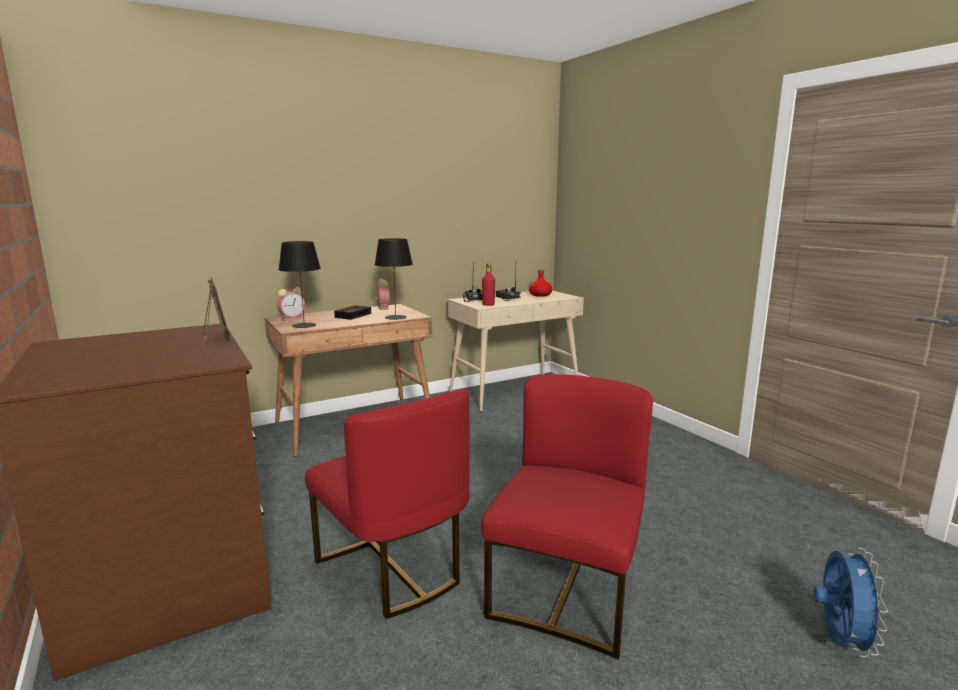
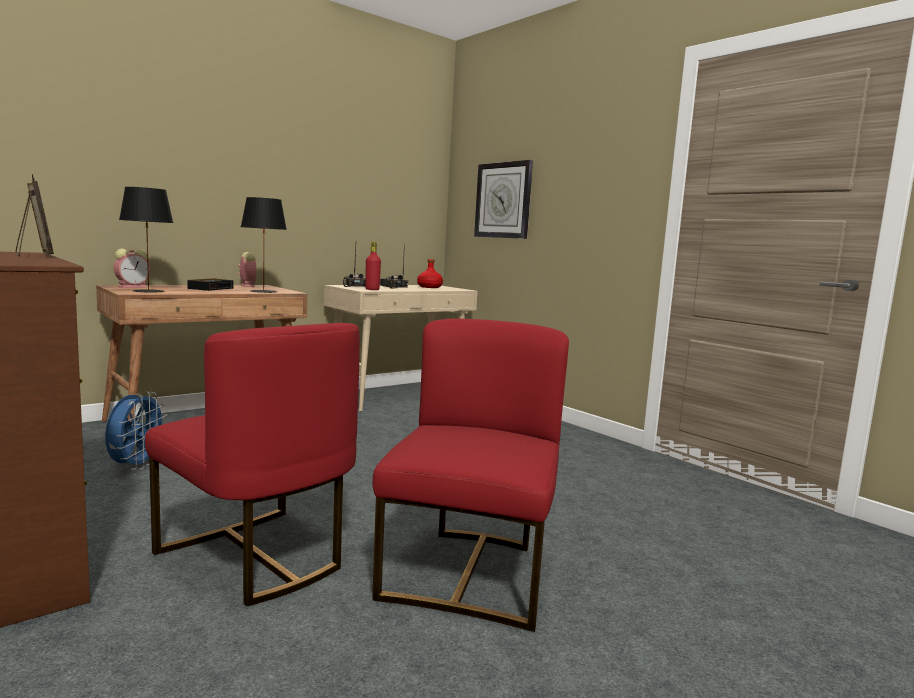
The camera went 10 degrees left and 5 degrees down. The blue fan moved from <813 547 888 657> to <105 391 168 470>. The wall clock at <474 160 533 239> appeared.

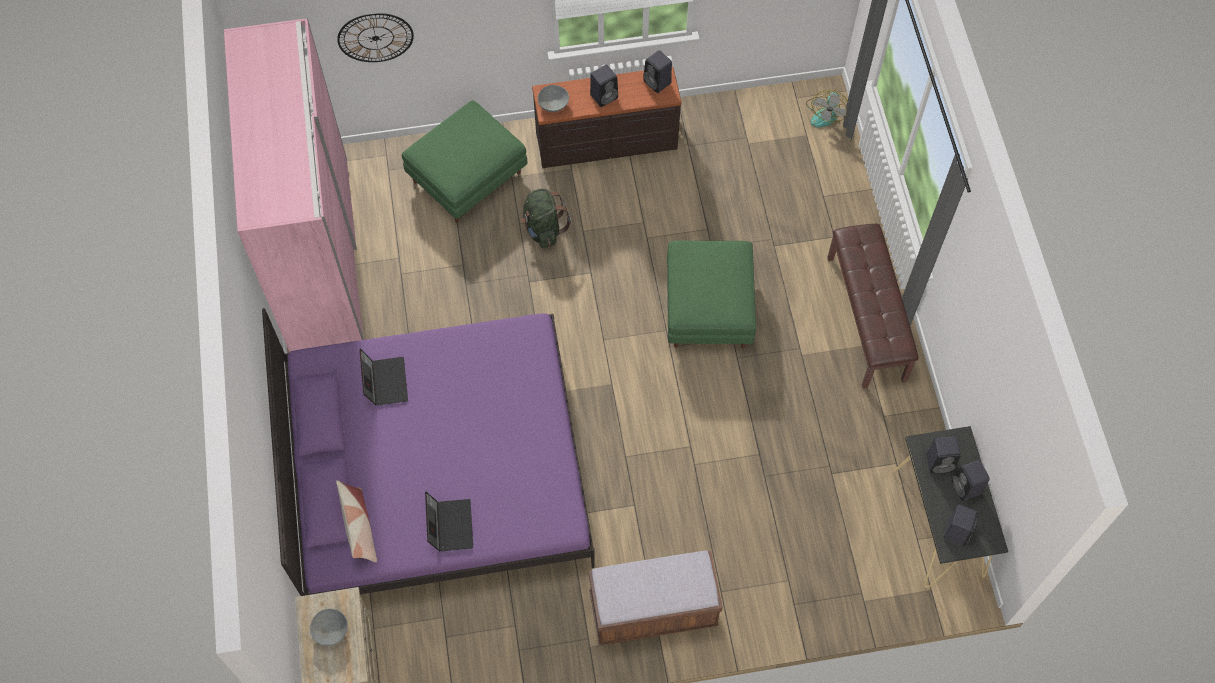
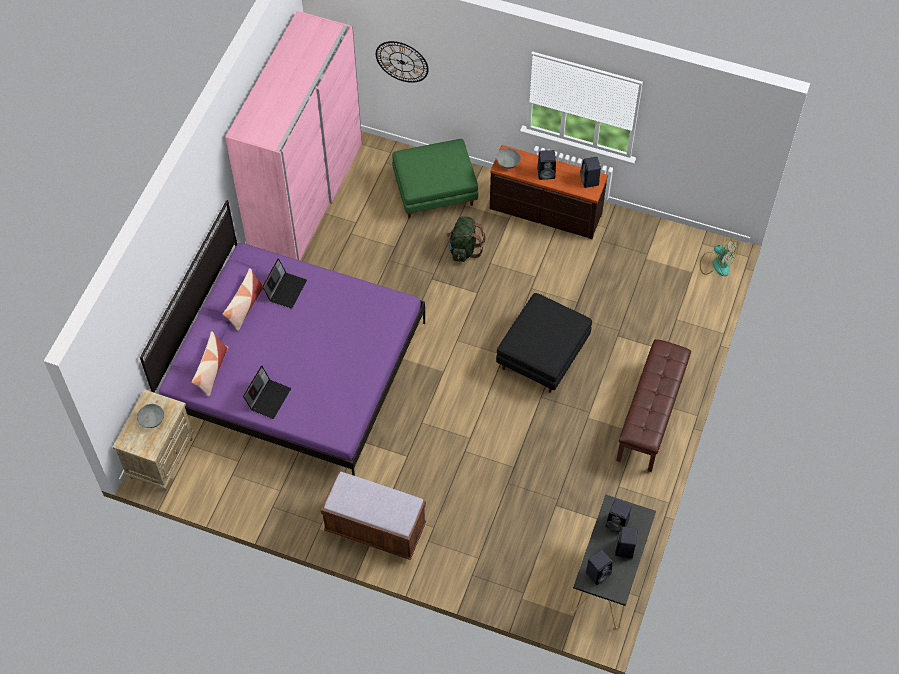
The camera went 30 degrees right and 5 degrees down. The fan at <806 90 848 127> turned 105 degrees counterclockwise. The green ottoman at <667 240 756 348> became the black ottoman at <496 293 592 393>. The pillow at <223 268 264 331> appeared.

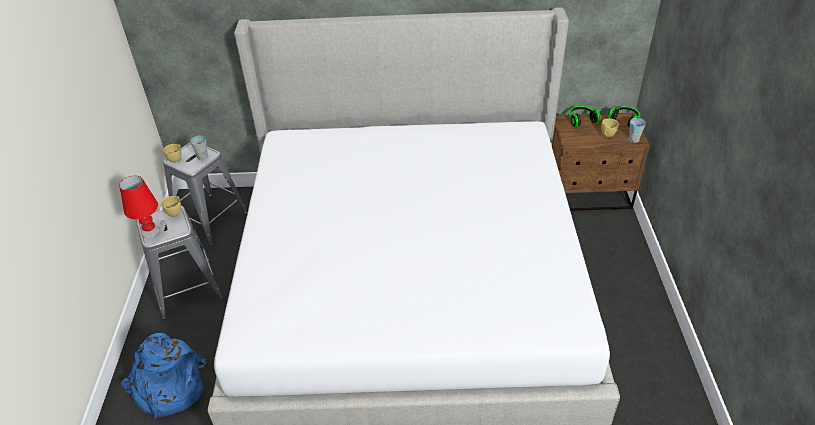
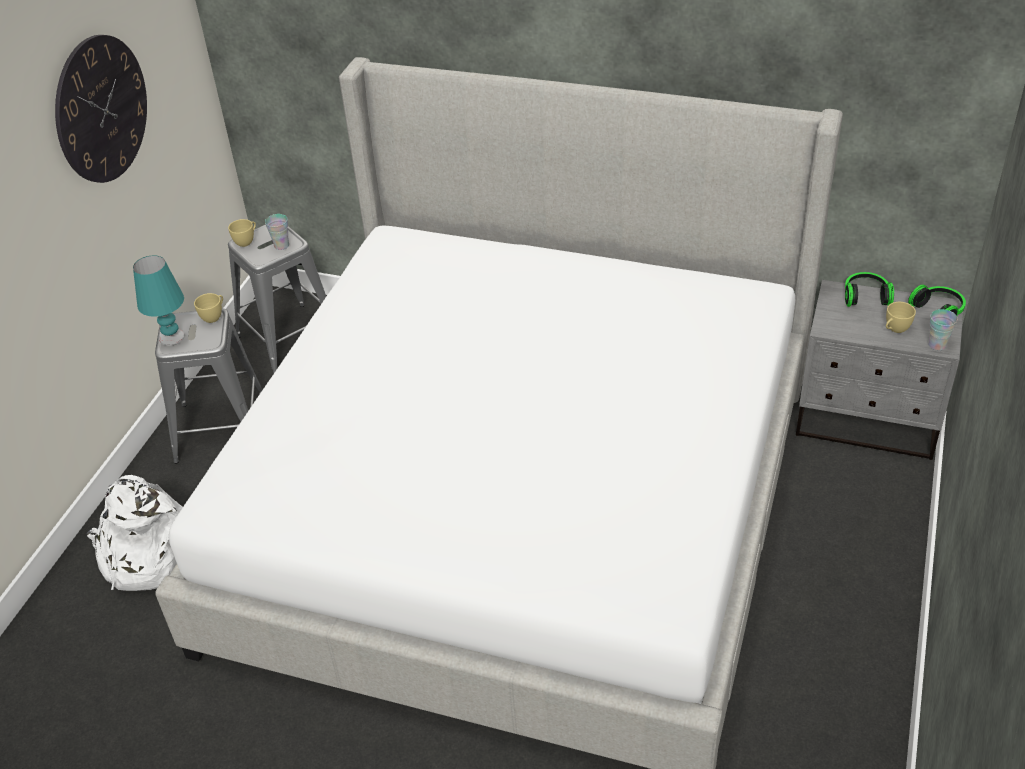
The camera went 20 degrees right and 0 degrees up. The brown nightstand at <552 113 650 211> became the grey nightstand at <796 280 963 460>. The red table lamp at <119 176 160 238> became the turquoise table lamp at <133 255 185 346>. The blue backpack at <120 333 207 418> became the white backpack at <86 475 183 591>. The wall clock at <55 35 147 183> appeared.

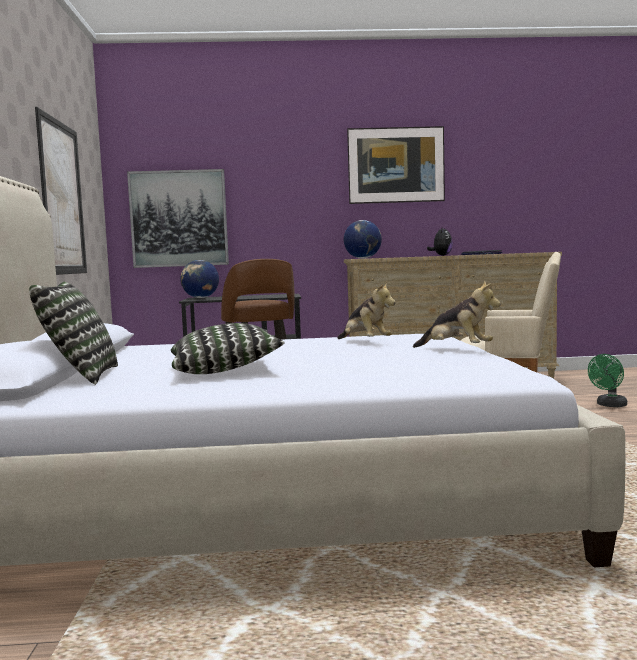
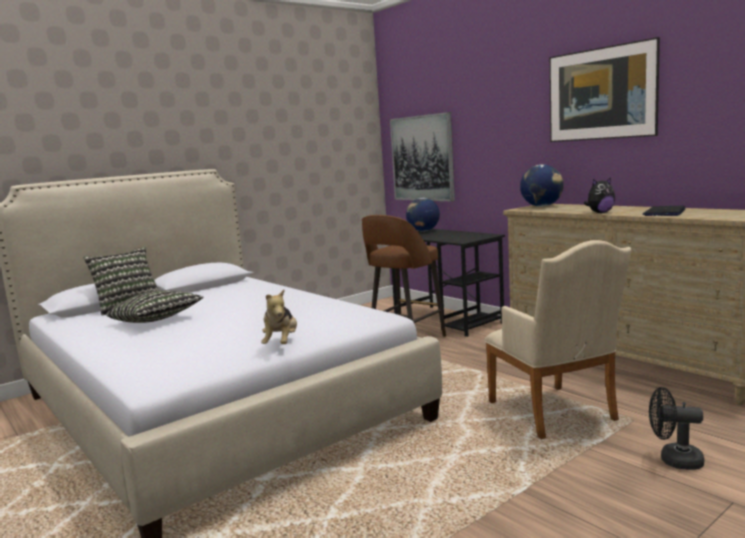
The camera went 55 degrees right and 5 degrees up. The picture at <35 107 87 275> disappeared. The plush toy at <337 282 396 339> disappeared. The green fan at <588 354 627 407> became the black fan at <649 387 704 470>.

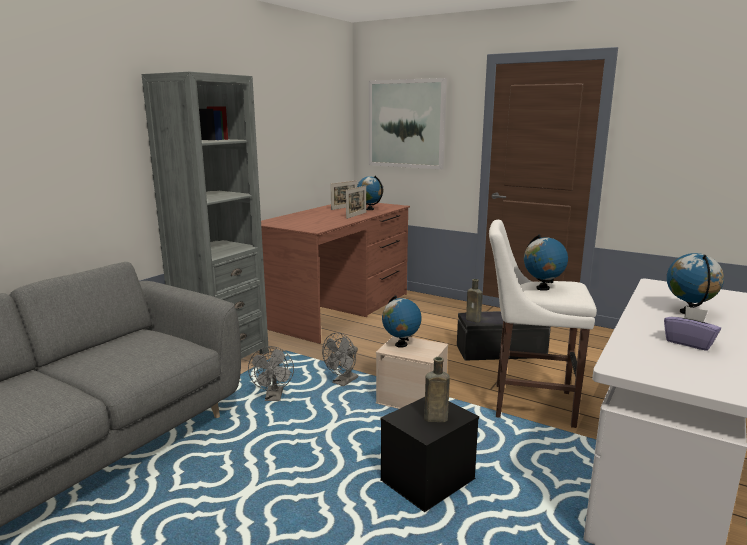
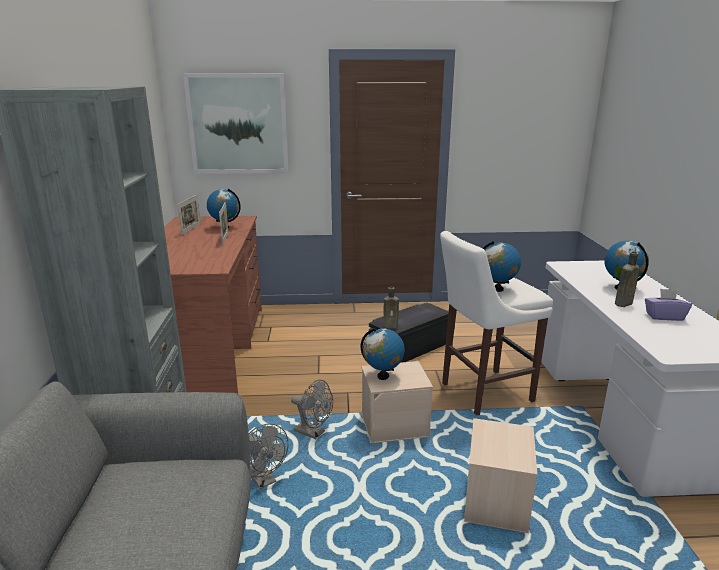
The camera went 35 degrees left and 5 degrees up. The grey fan at <322 333 358 387> turned 60 degrees counterclockwise. The brown bottle moved from <424 357 450 422> to <615 251 640 307>. The black storage box at <380 397 479 512> became the beige storage box at <464 418 537 533>.

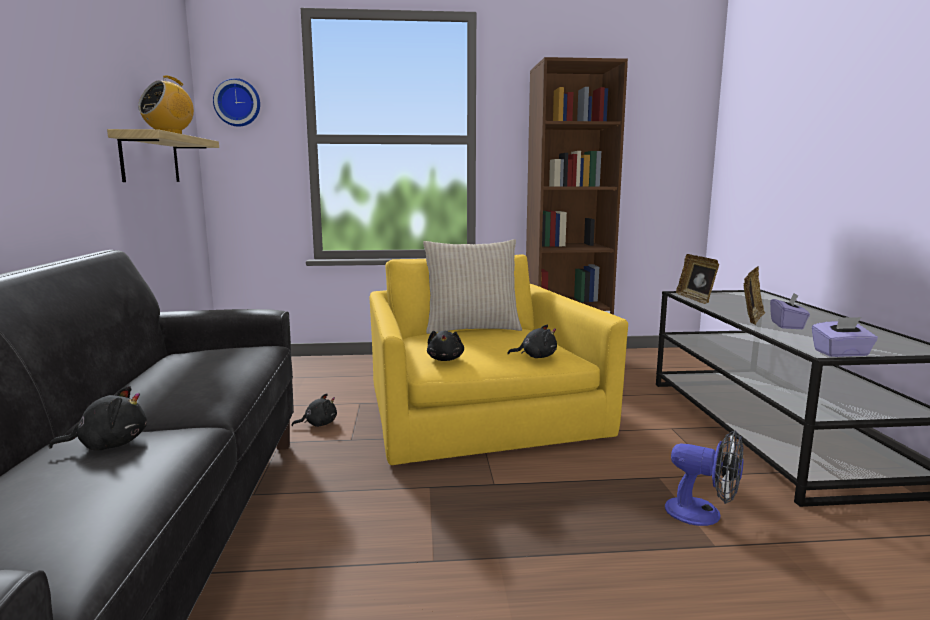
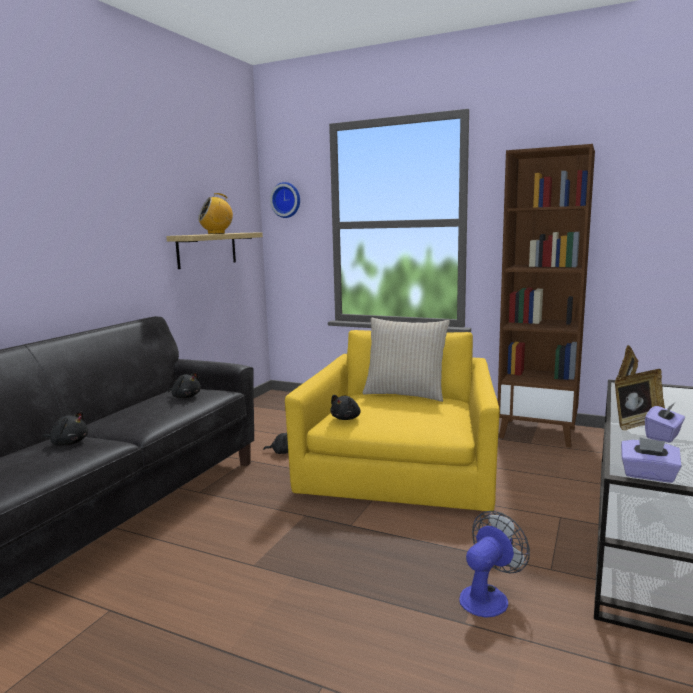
The camera went 30 degrees right and 0 degrees up. The black plush toy moved from <508 324 557 358> to <168 372 201 398>. The fan at <665 431 744 526> turned 105 degrees counterclockwise.

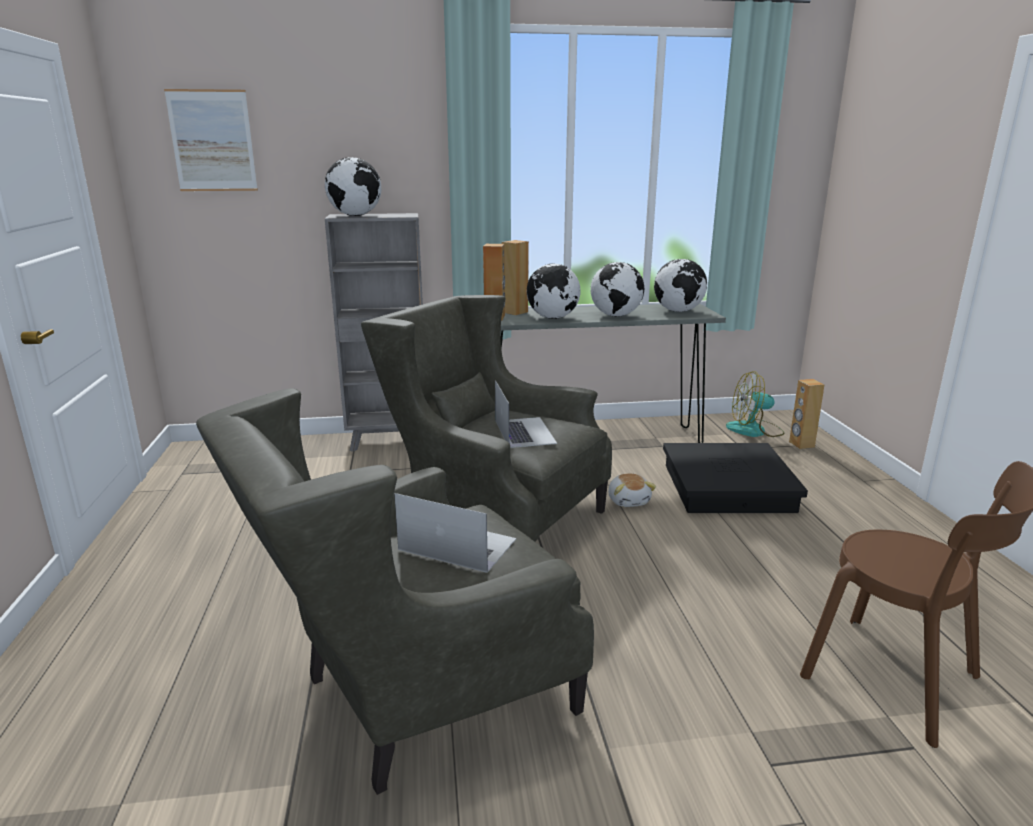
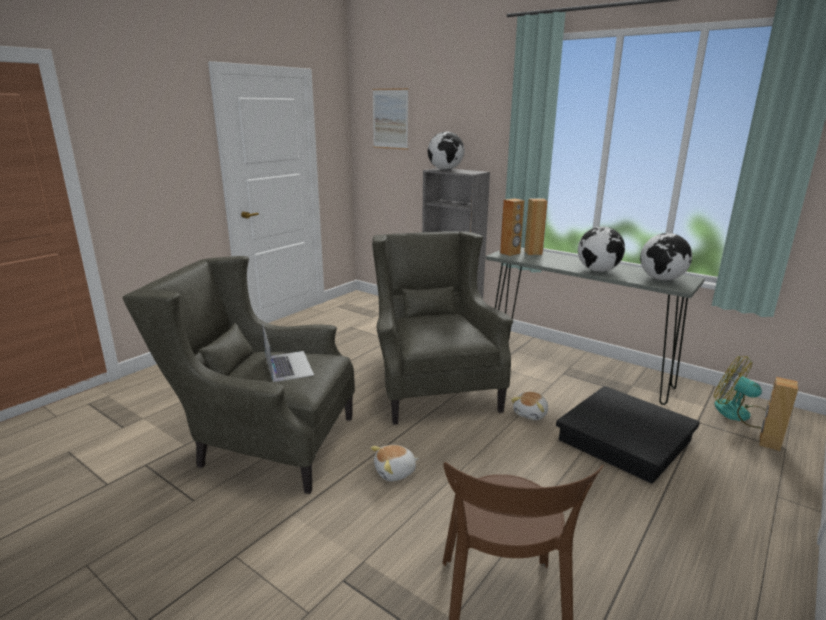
The camera went 45 degrees right and 0 degrees up. The globe at <527 264 581 319> disappeared. The laptop at <495 380 557 448> disappeared. The plush toy at <371 445 419 481> appeared.

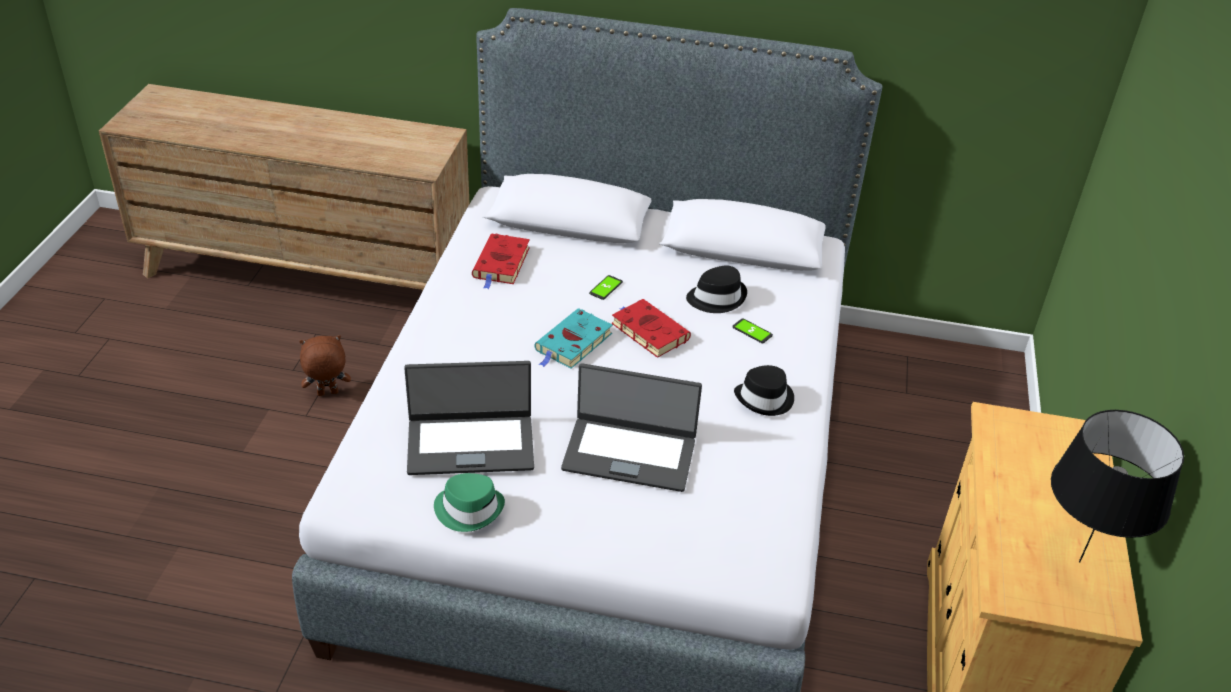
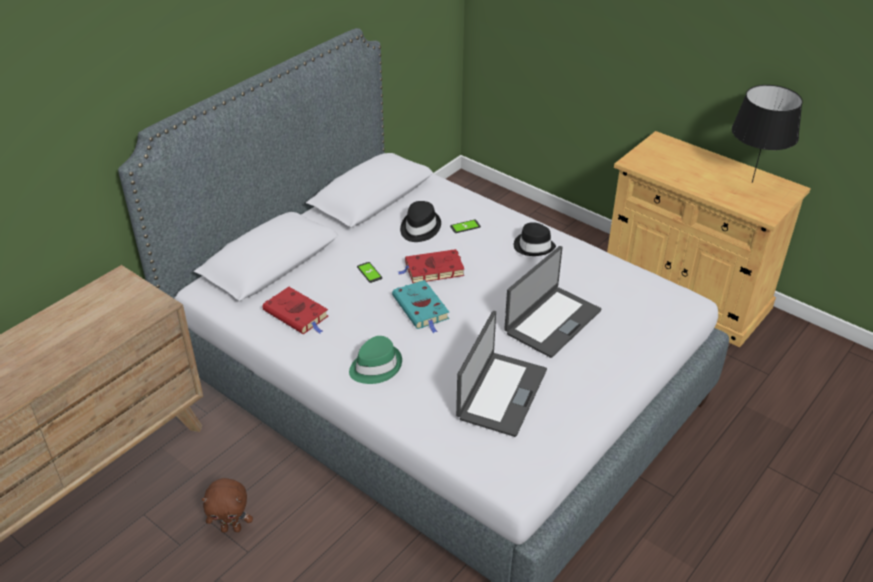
The camera went 60 degrees left and 0 degrees up. The brown plush toy at <299 335 351 396> turned 105 degrees counterclockwise. The green hat moved from <434 473 505 532> to <349 336 402 384>.

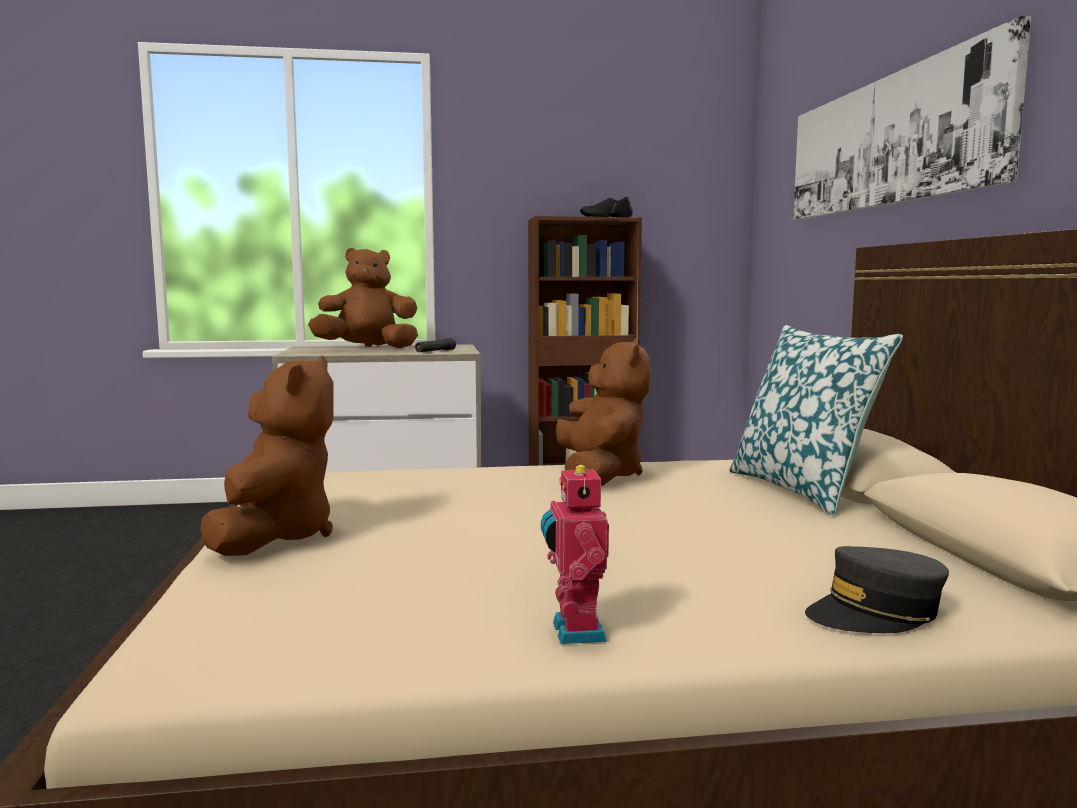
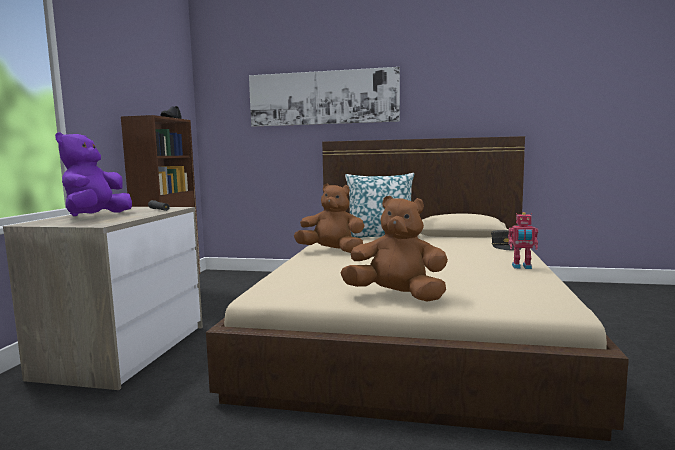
The camera went 70 degrees left and 0 degrees up. The brown plush toy at <308 248 418 348> became the purple plush toy at <55 132 132 216>.

